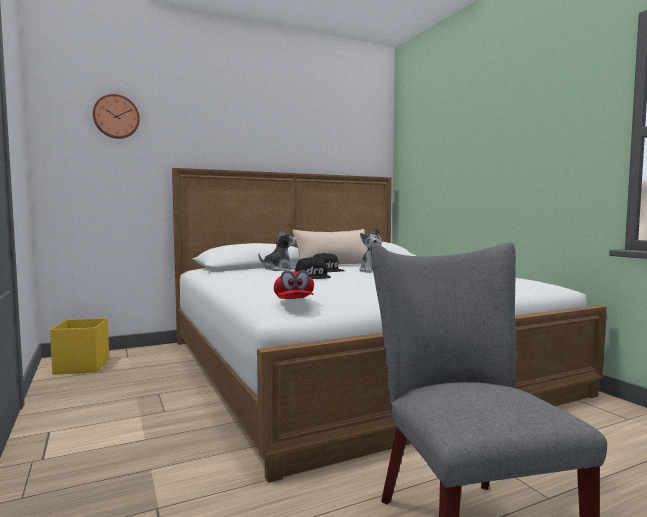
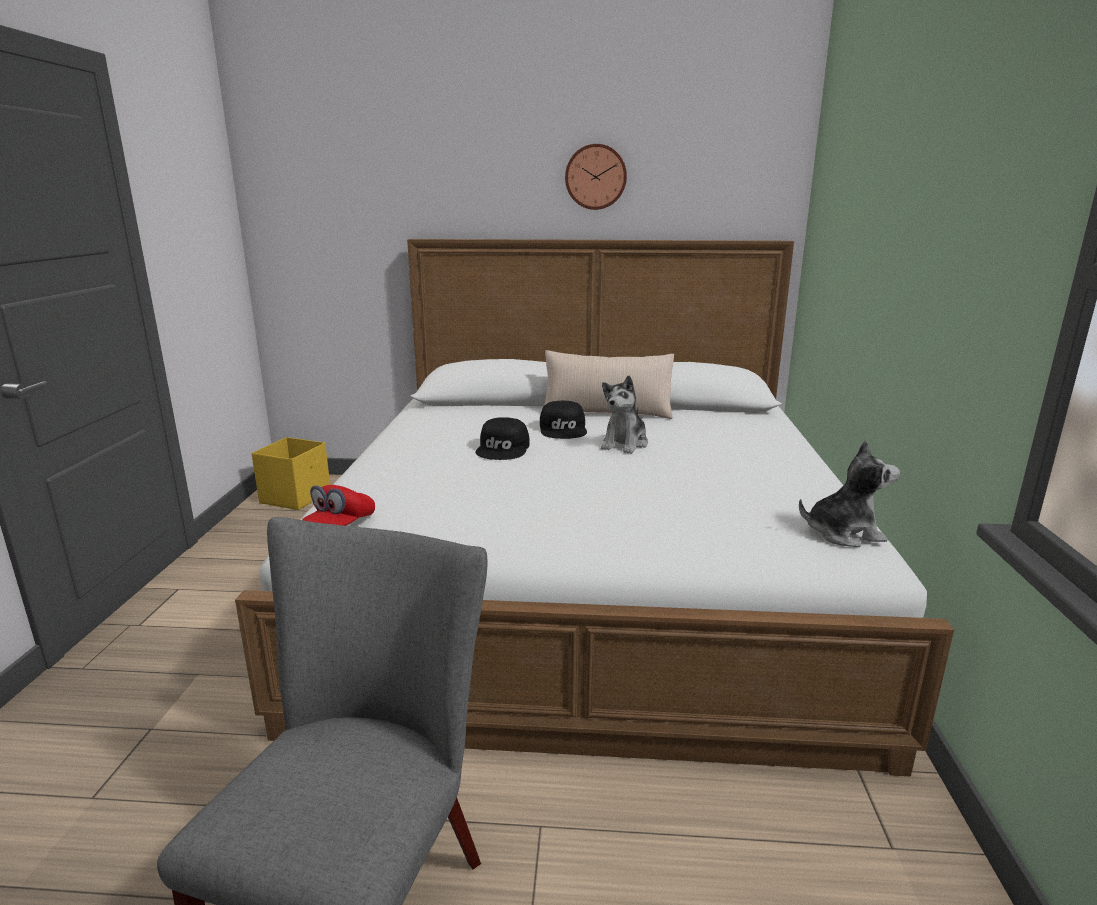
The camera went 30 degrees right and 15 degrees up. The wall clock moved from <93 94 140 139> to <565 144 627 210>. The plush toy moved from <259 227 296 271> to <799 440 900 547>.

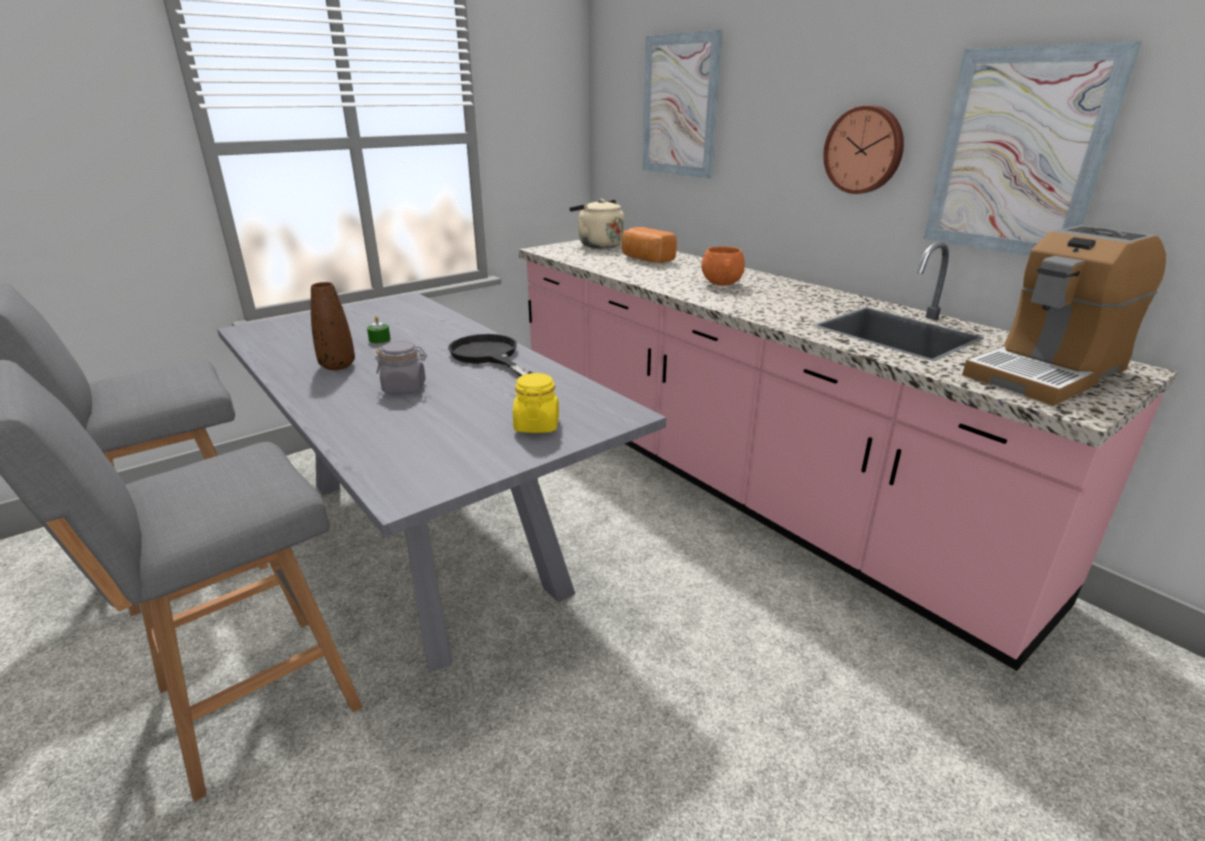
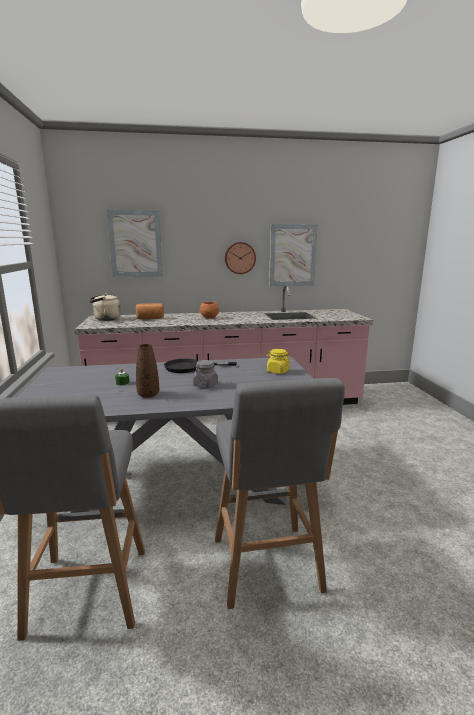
The camera went 60 degrees left and 10 degrees down. The coffee machine at <962 225 1166 406> disappeared.

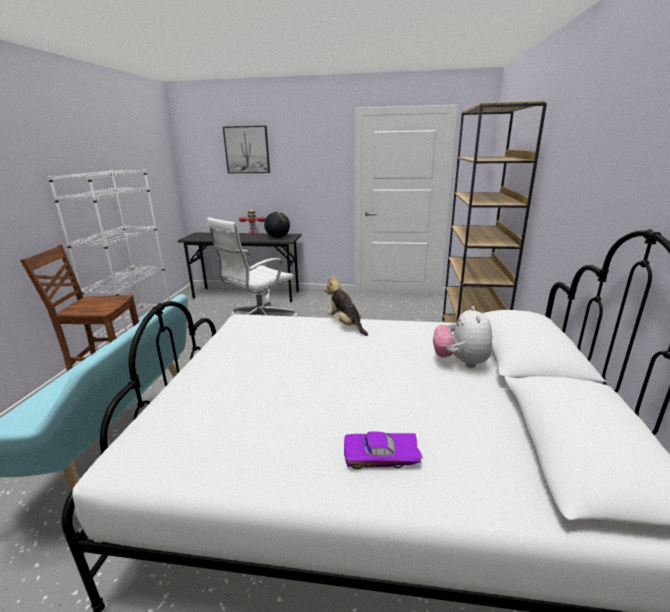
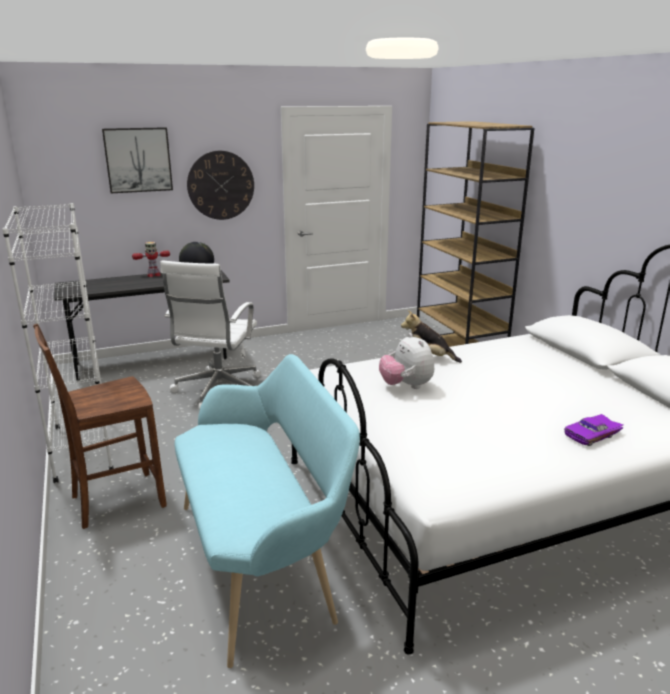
The camera went 30 degrees left and 0 degrees up. The plush toy moved from <433 306 492 368> to <379 333 434 389>. The wall clock at <187 151 254 220> appeared.

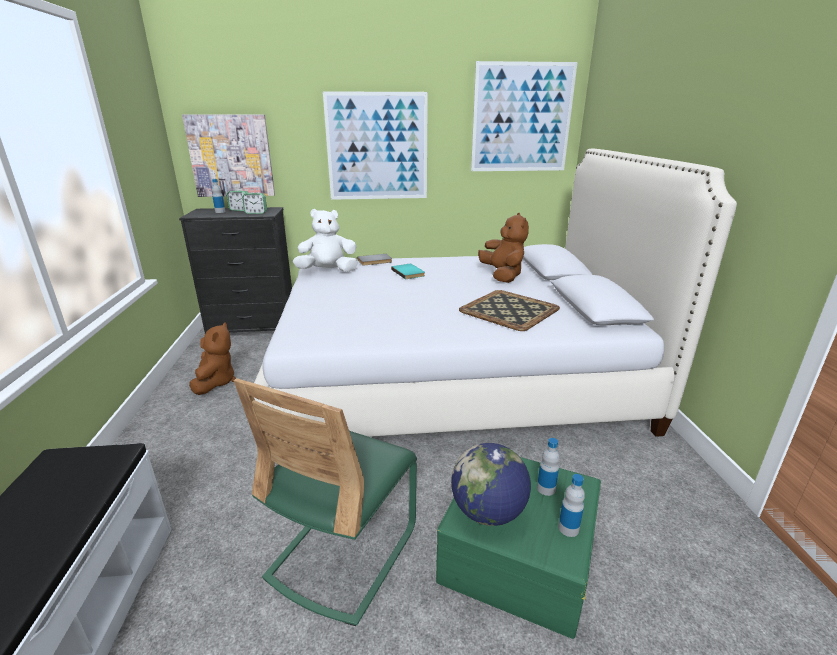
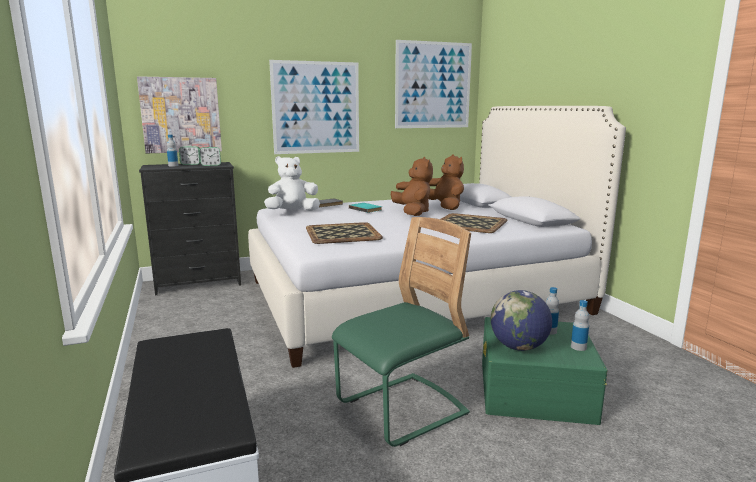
The camera went 15 degrees left and 10 degrees down. The brown plush toy moved from <189 322 236 395> to <391 157 433 216>. The green chair at <234 378 417 626> turned 135 degrees counterclockwise. The tray at <306 222 383 244> appeared.

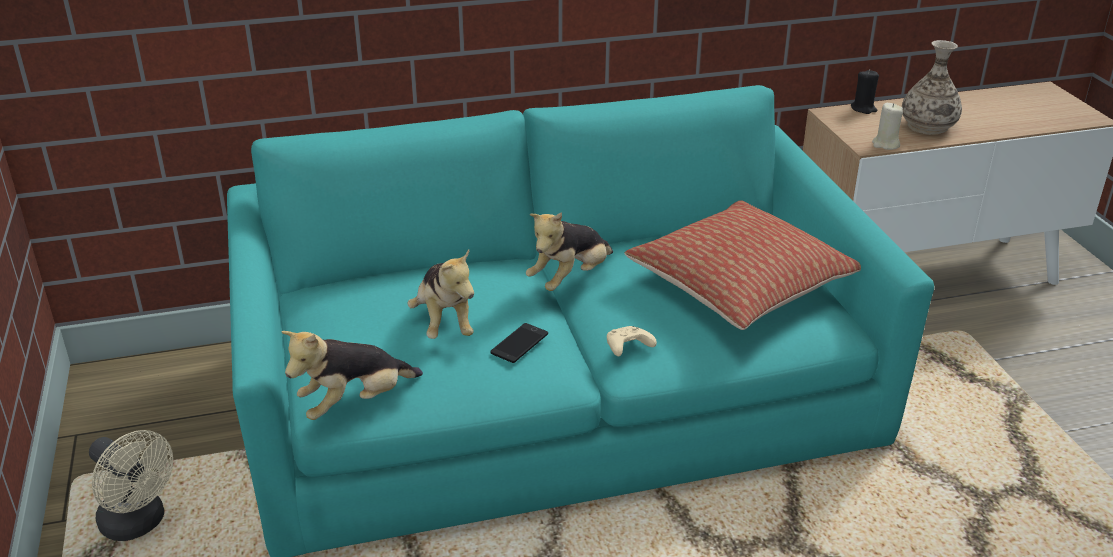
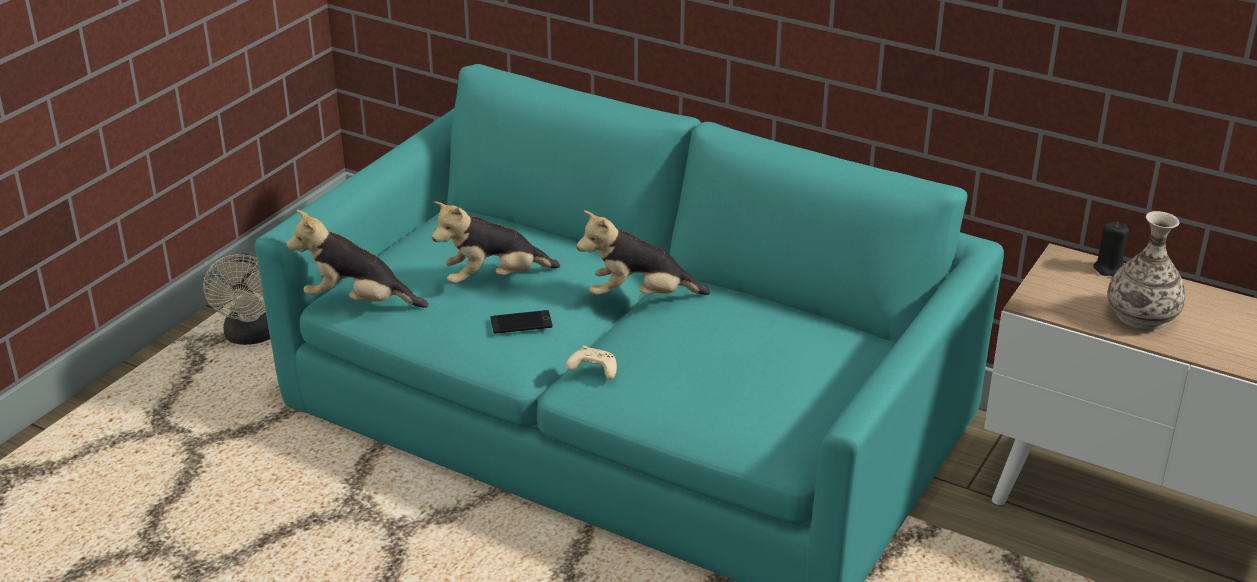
The camera went 45 degrees right and 0 degrees up. The beige candle at <872 103 903 150> disappeared. The pillow at <625 200 861 330> disappeared. The plush toy at <407 249 474 339> turned 45 degrees clockwise.

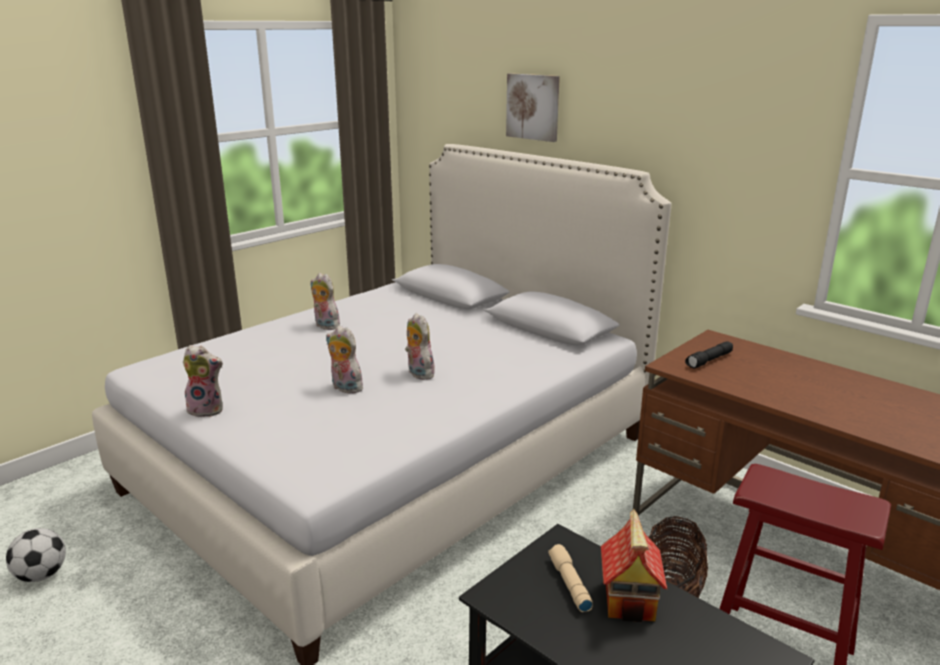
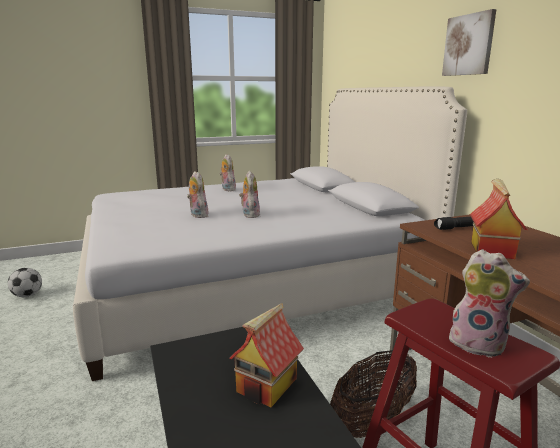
The camera went 25 degrees right and 5 degrees down. The picture moved from <506 73 560 142> to <442 9 497 76>. The plush toy moved from <183 345 223 417> to <449 249 530 358>. The beige flashlight at <548 544 593 612> disappeared. The toy house at <470 179 527 259> appeared.

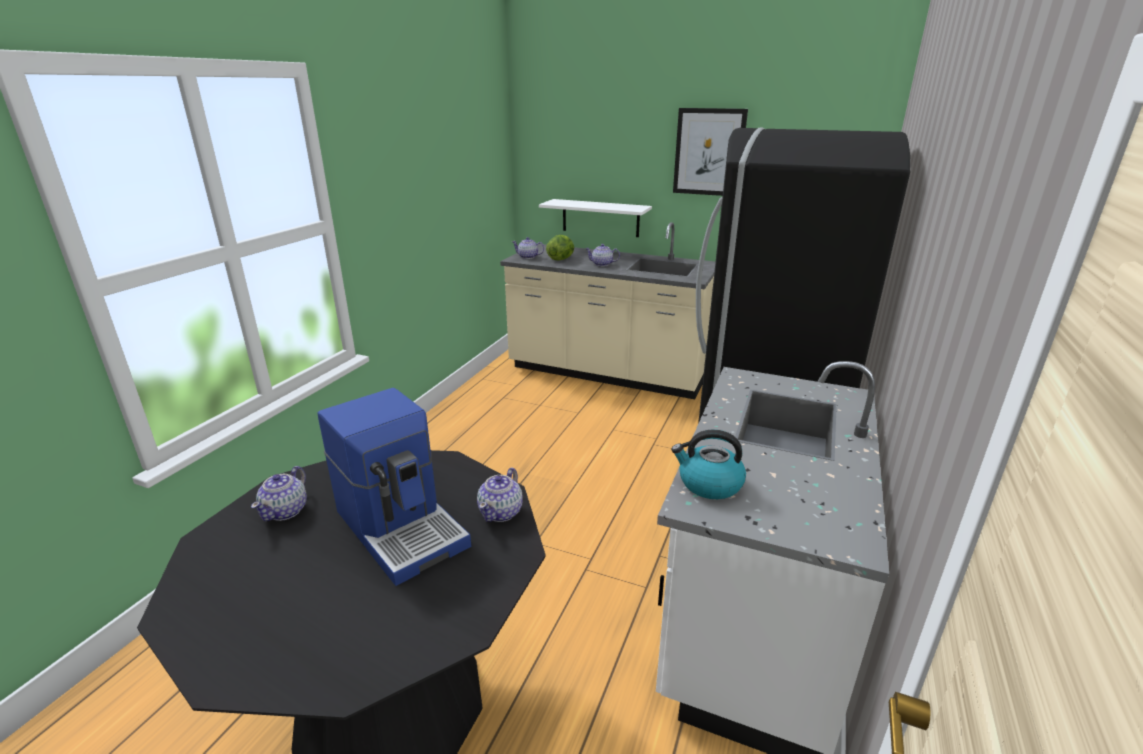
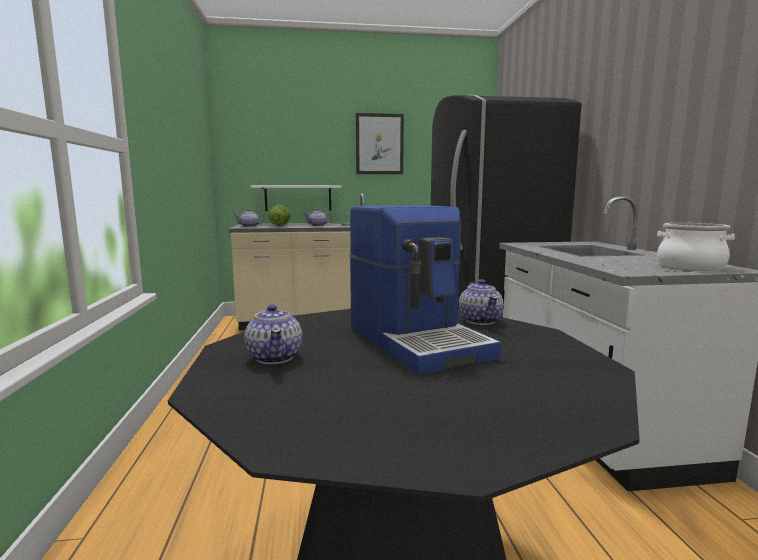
The camera went 30 degrees left and 15 degrees down. The coffee machine at <317 388 471 586> turned 45 degrees clockwise. The kettle at <671 430 746 499> disappeared. The cooking pot at <657 223 735 271> appeared.

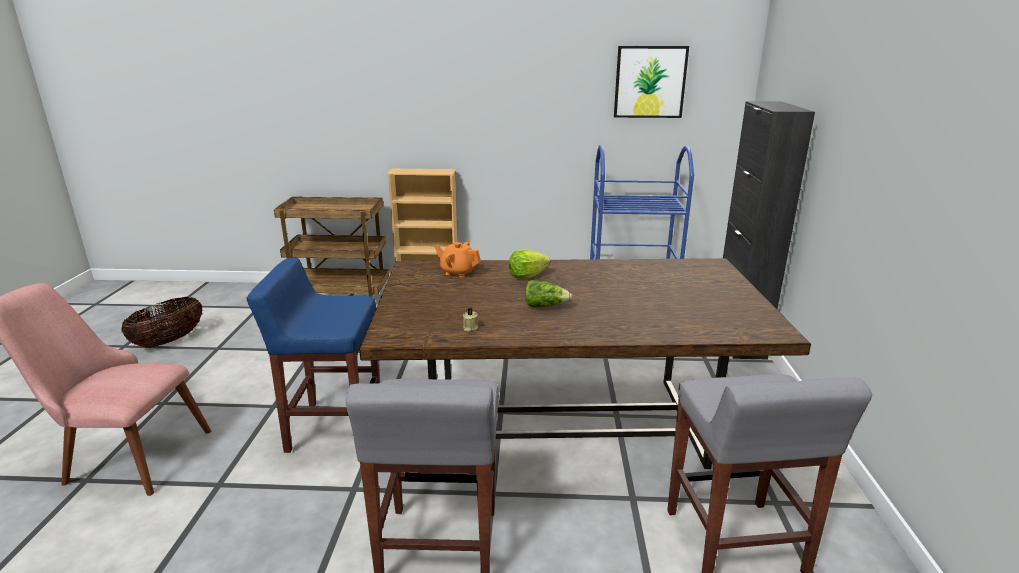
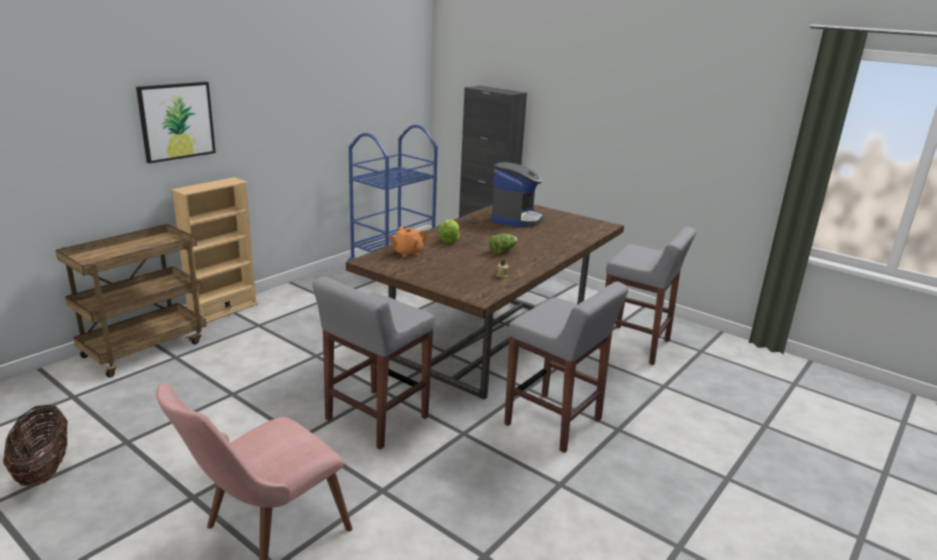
The camera went 55 degrees left and 0 degrees up. The picture moved from <614 46 689 118> to <136 82 216 164>. The blue stool at <247 258 380 453> became the grey stool at <312 277 435 450>. The coffee machine at <491 162 544 227> appeared.

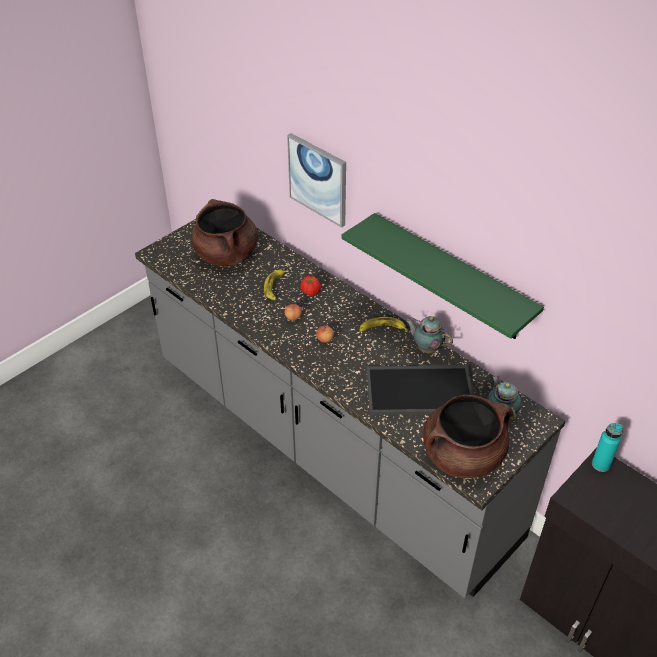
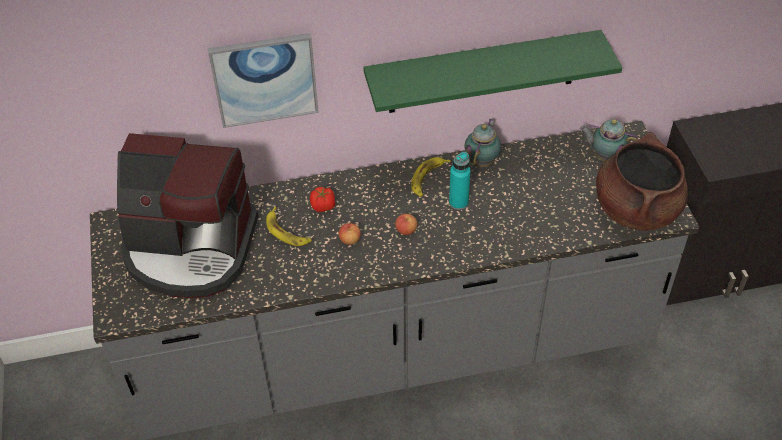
The camera went 55 degrees left and 5 degrees up. The brown cooking pot at <191 199 258 267> was replaced by the coffee machine at <117 133 258 298>. The teapot at <405 316 453 353> turned 135 degrees clockwise. The tray at <366 365 473 415> disappeared. The turquoise bottle moved from <592 423 624 472> to <449 152 471 210>.

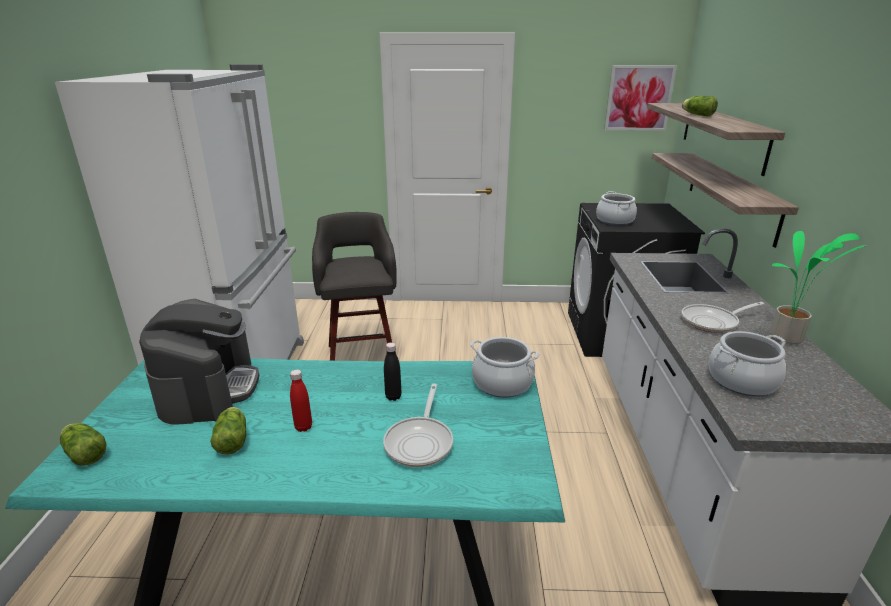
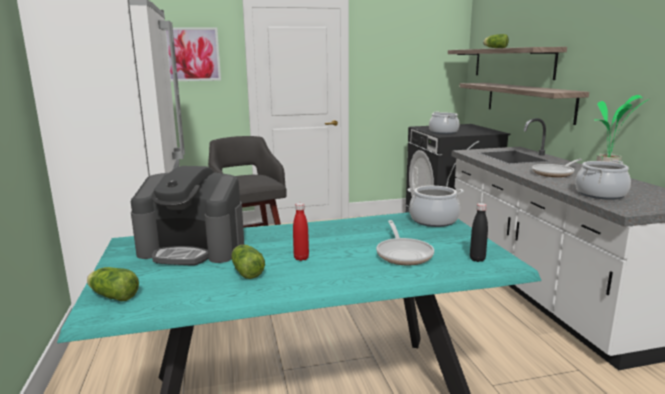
The camera went 15 degrees left and 10 degrees down. The picture moved from <604 65 677 131> to <165 27 221 81>. The coffee machine at <139 299 259 425> turned 120 degrees clockwise. The black bottle moved from <384 342 401 401> to <470 203 488 262>.

